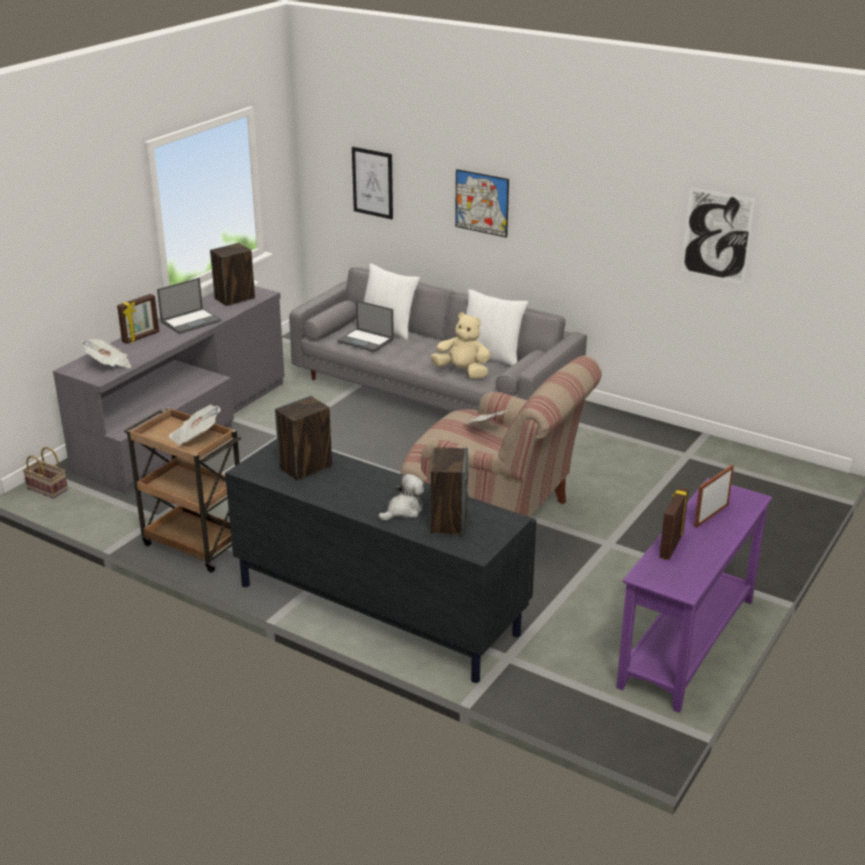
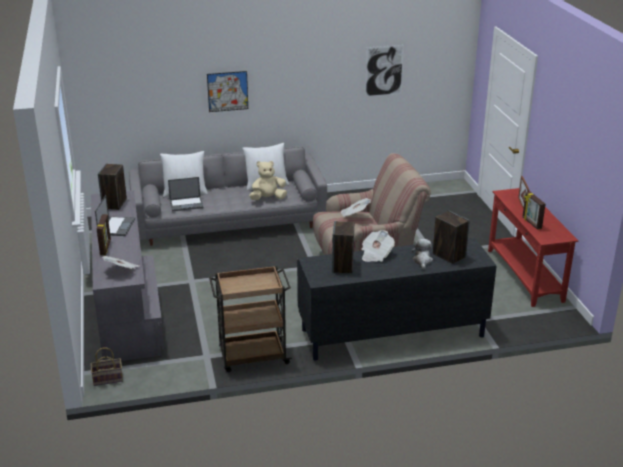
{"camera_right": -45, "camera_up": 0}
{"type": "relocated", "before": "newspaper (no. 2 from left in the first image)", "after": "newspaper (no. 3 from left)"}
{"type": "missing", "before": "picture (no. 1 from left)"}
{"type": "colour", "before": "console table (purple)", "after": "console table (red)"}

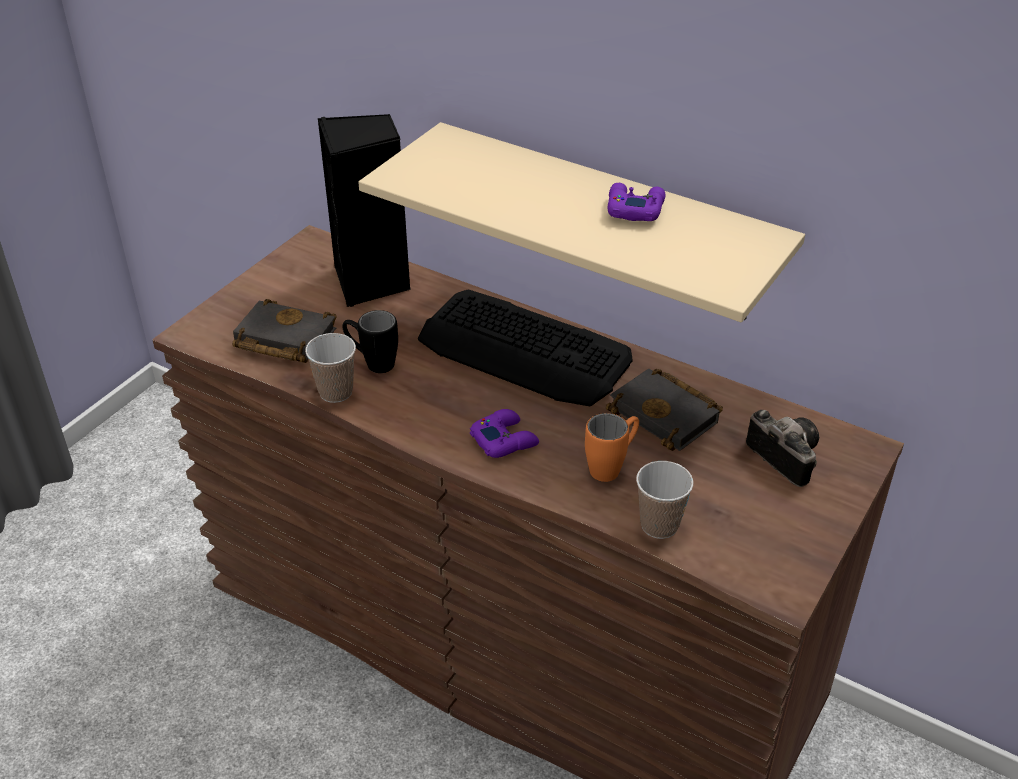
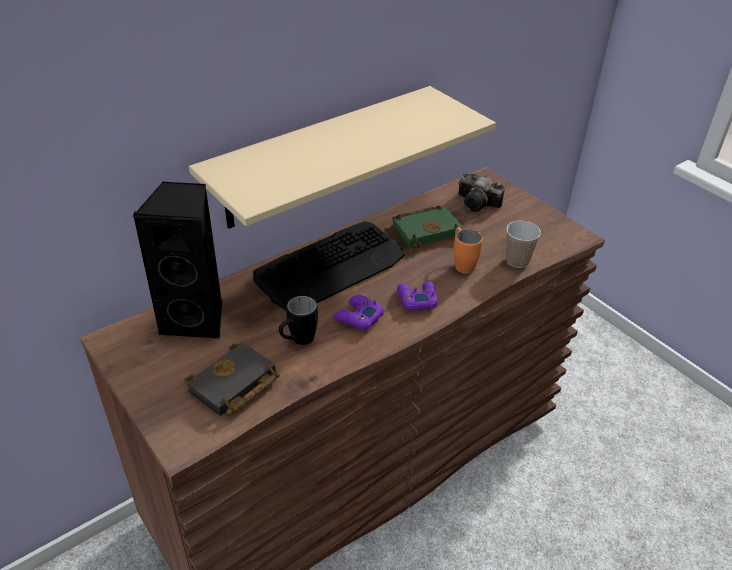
{"camera_right": -70, "camera_up": 0}
{"type": "missing", "before": "cup (no. 1 from left)"}
{"type": "colour", "before": "book (black) (no. 2 from left)", "after": "book (green)"}
{"type": "relocated", "before": "game controller (purple) (no. 2 from left in the first image)", "after": "game controller (purple) (no. 1 from left)"}
{"type": "spun", "before": "photo camera", "turn": -135}

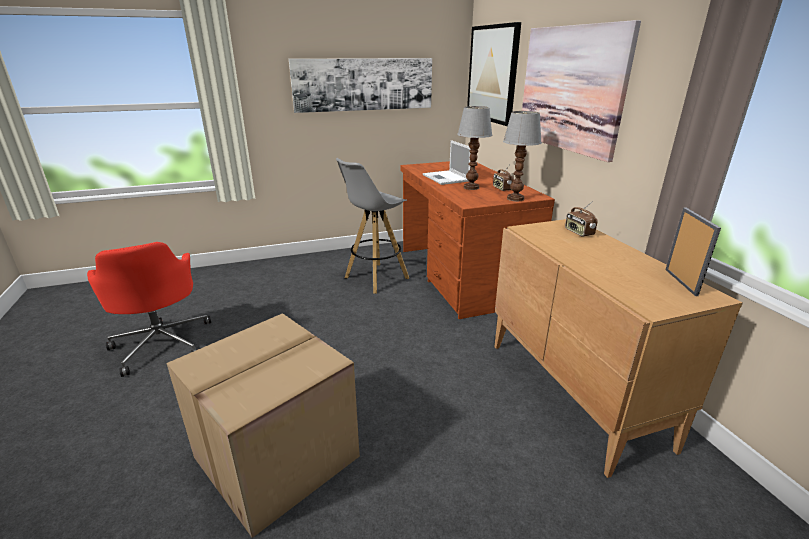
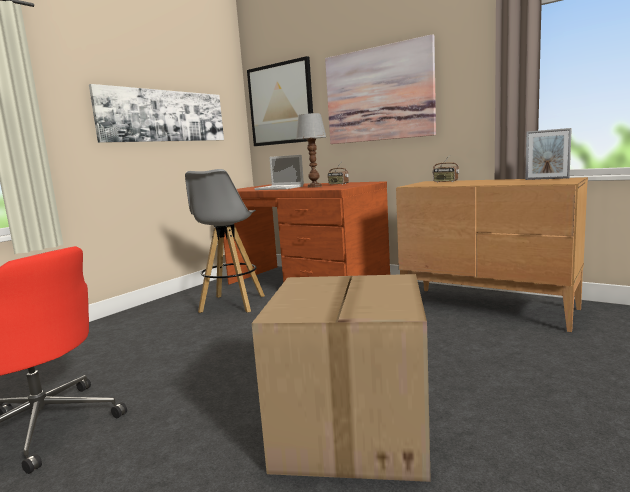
{"camera_right": -35, "camera_up": -15}
{"type": "missing", "before": "table lamp (no. 2 from left)"}
{"type": "spun", "before": "picture frame", "turn": 150}

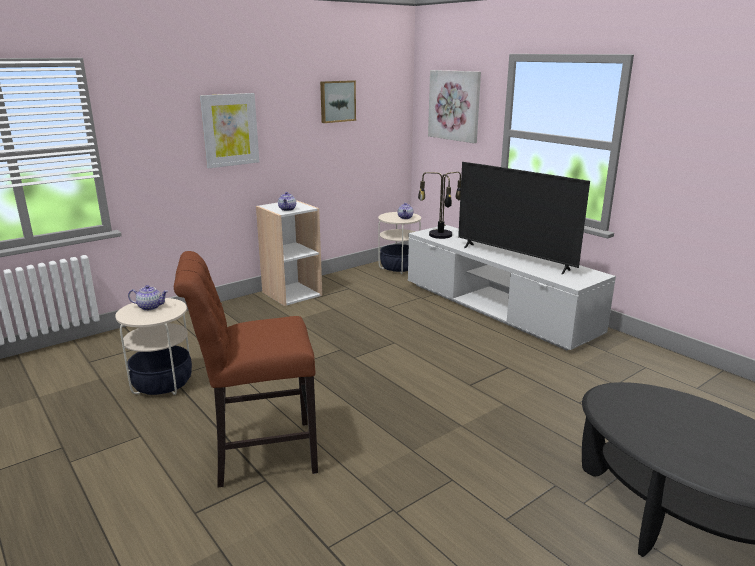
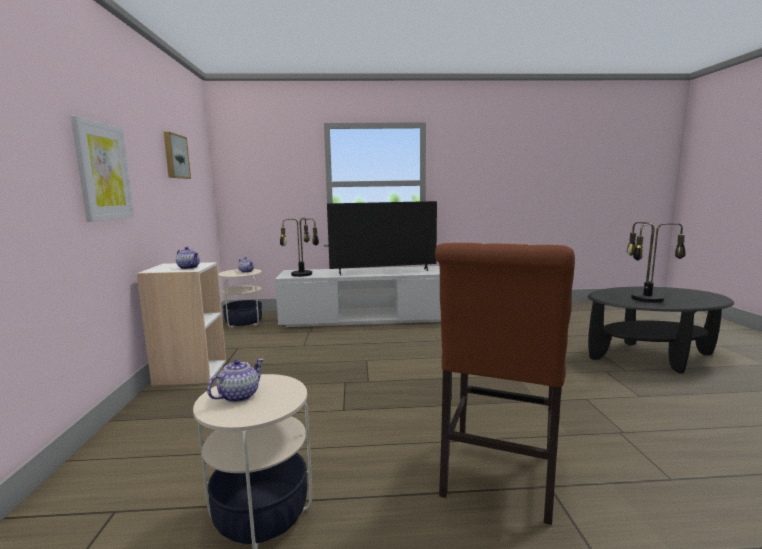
{"camera_right": -55, "camera_up": -10}
{"type": "missing", "before": "picture (no. 3 from left)"}
{"type": "appeared", "after": "table lamp (no. 2 from left)"}

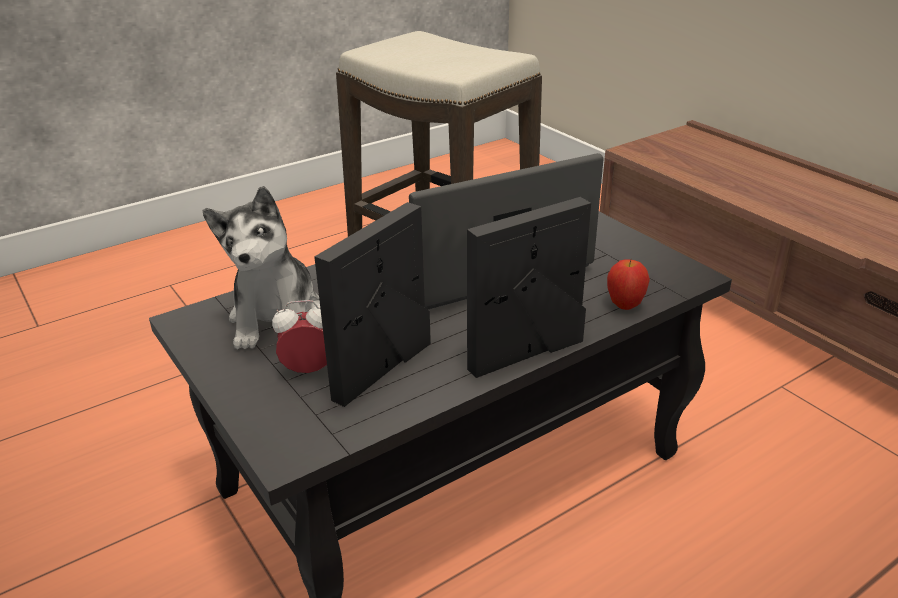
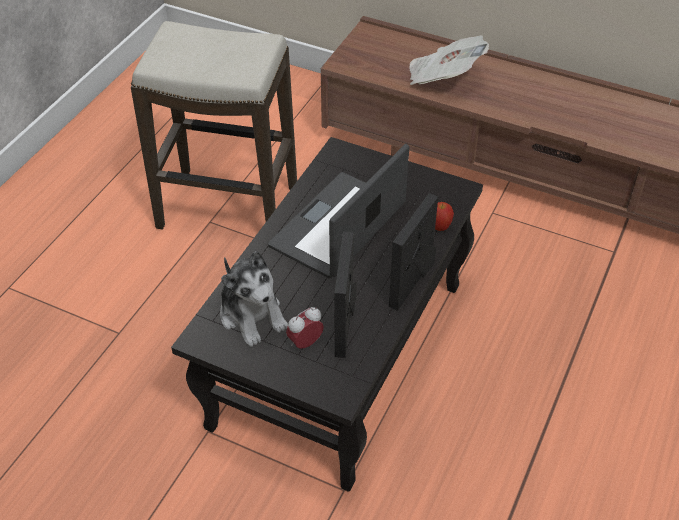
{"camera_right": -30, "camera_up": 15}
{"type": "appeared", "after": "newspaper"}

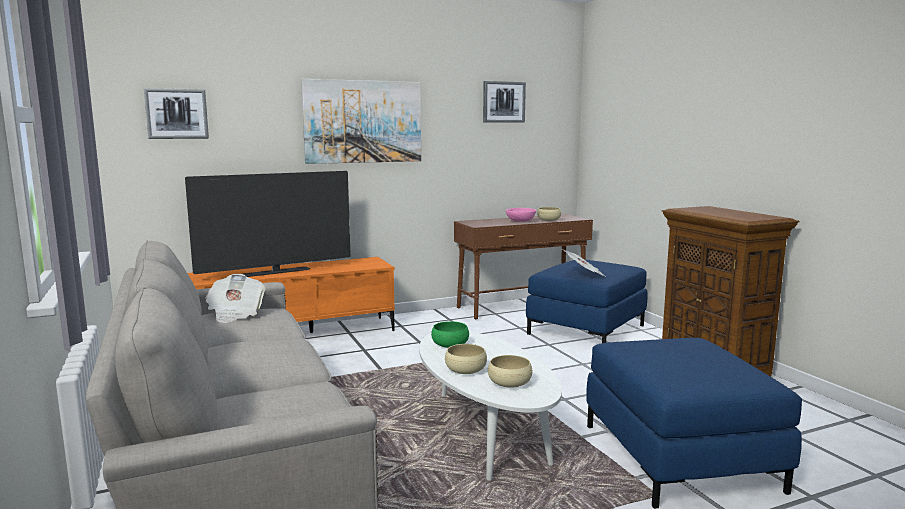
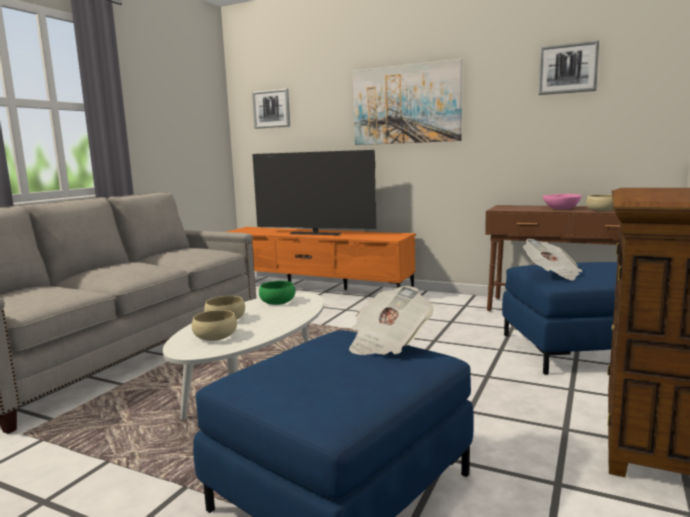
{"camera_right": 50, "camera_up": 0}
{"type": "relocated", "before": "newspaper (no. 1 from left)"}

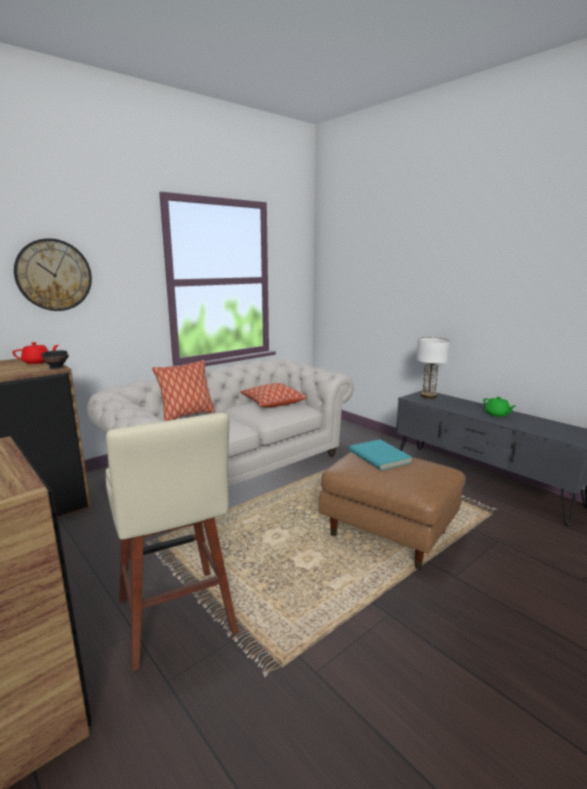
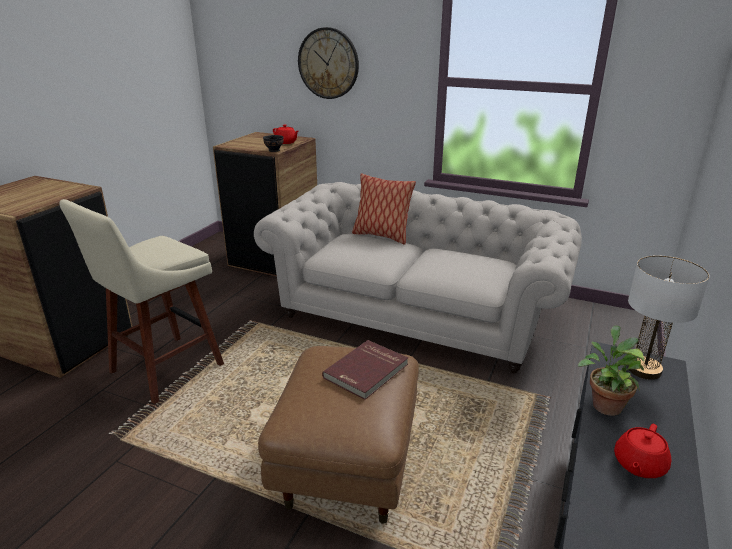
{"camera_right": 65, "camera_up": 10}
{"type": "missing", "before": "pillow (no. 2 from left)"}
{"type": "colour", "before": "book (turquoise)", "after": "book (red)"}
{"type": "colour", "before": "teapot (green)", "after": "teapot (red) (no. 2 from left)"}
{"type": "appeared", "after": "potted plant"}

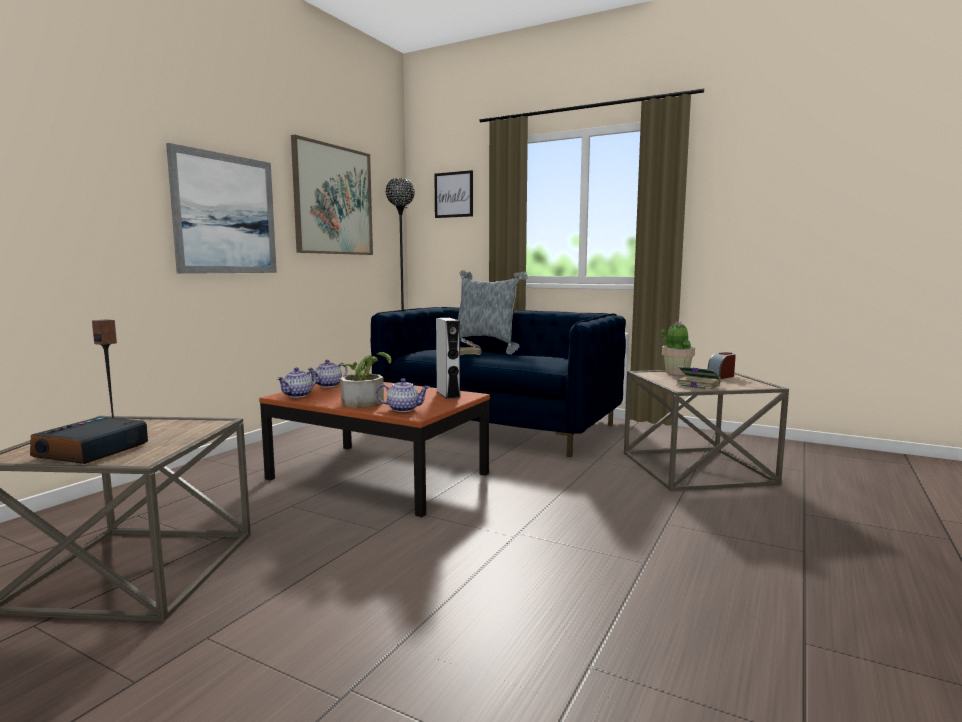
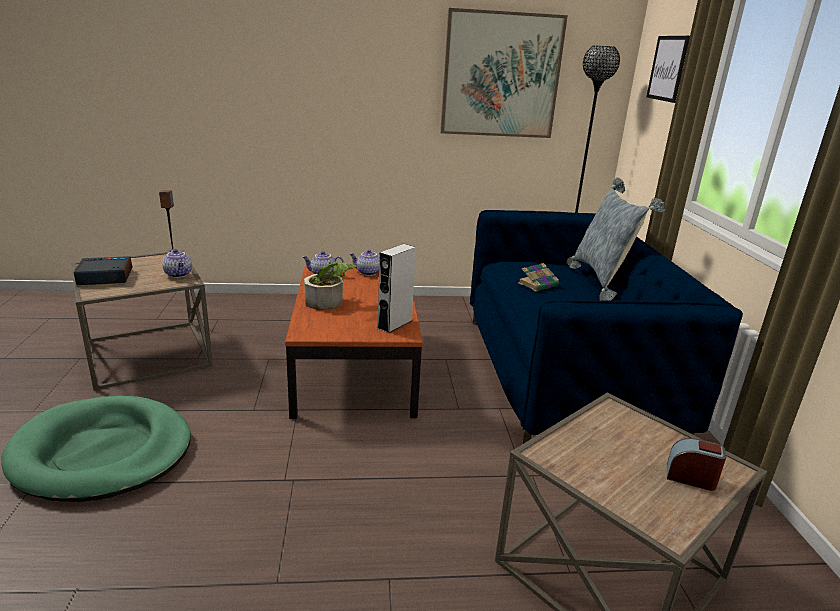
{"camera_right": 55, "camera_up": 15}
{"type": "missing", "before": "picture (no. 1 from left)"}
{"type": "relocated", "before": "teapot (no. 3 from left in the first image)", "after": "teapot (no. 1 from left)"}
{"type": "missing", "before": "potted plant (no. 2 from left)"}
{"type": "missing", "before": "book (no. 2 from left)"}
{"type": "appeared", "after": "dog bed (green)"}

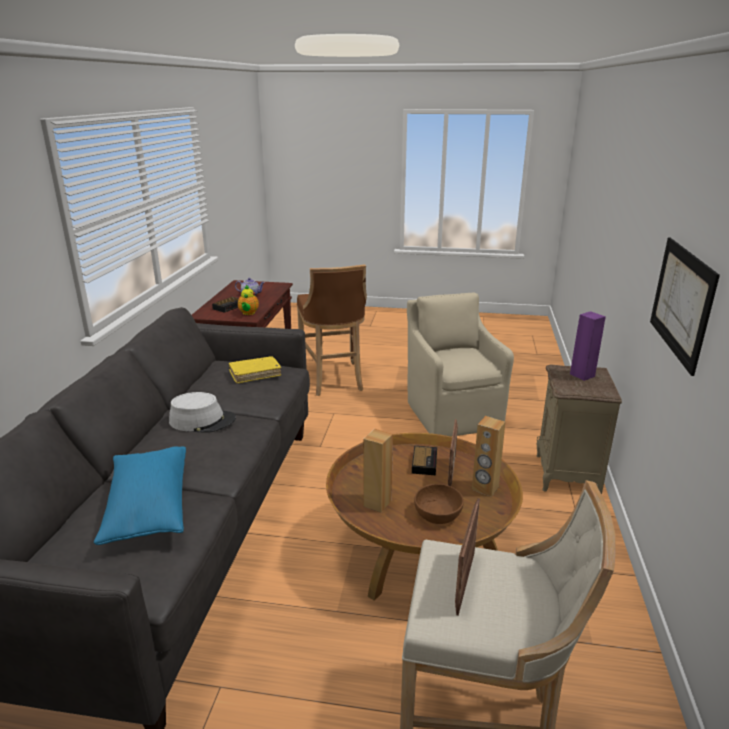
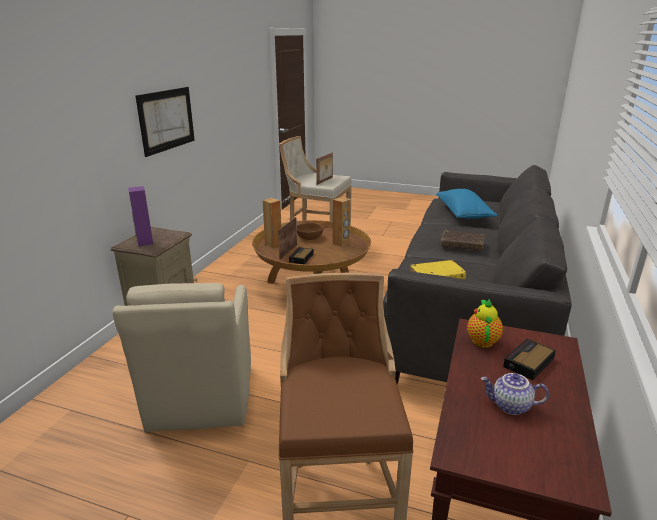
{"camera_right": -170, "camera_up": 0}
{"type": "exchanged", "before": "hat (grey)", "after": "book (brown)"}

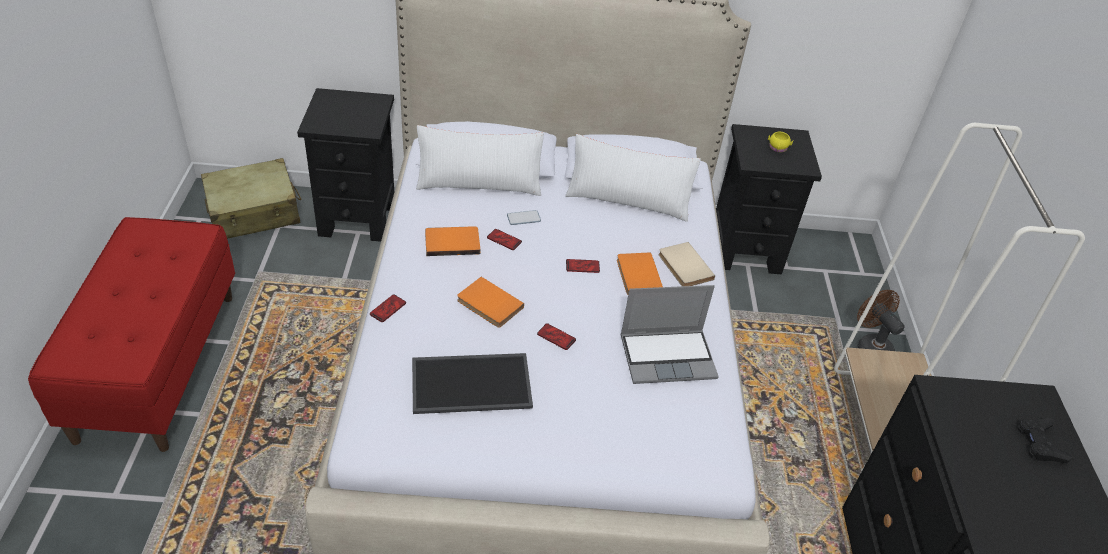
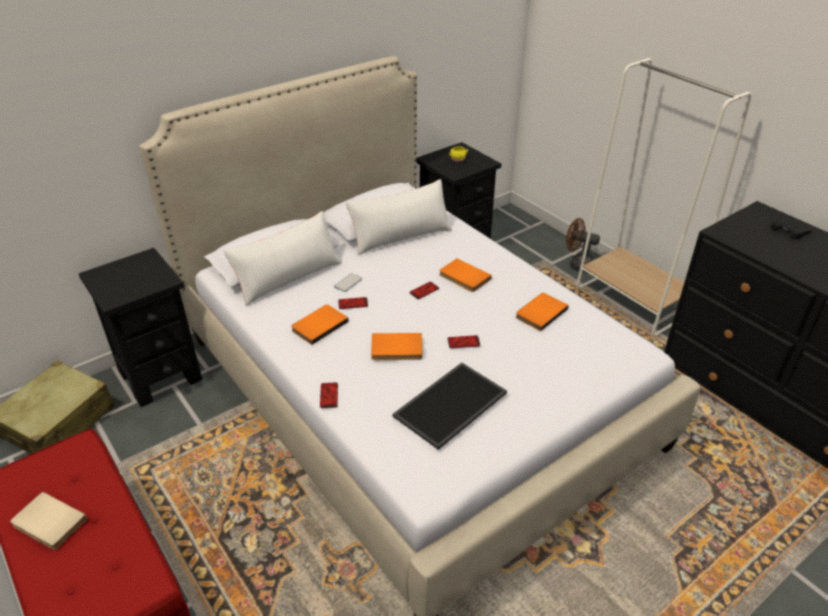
{"camera_right": -35, "camera_up": -5}
{"type": "exchanged", "before": "laptop", "after": "book (orange) (no. 4 from left)"}
{"type": "relocated", "before": "book (beige)"}

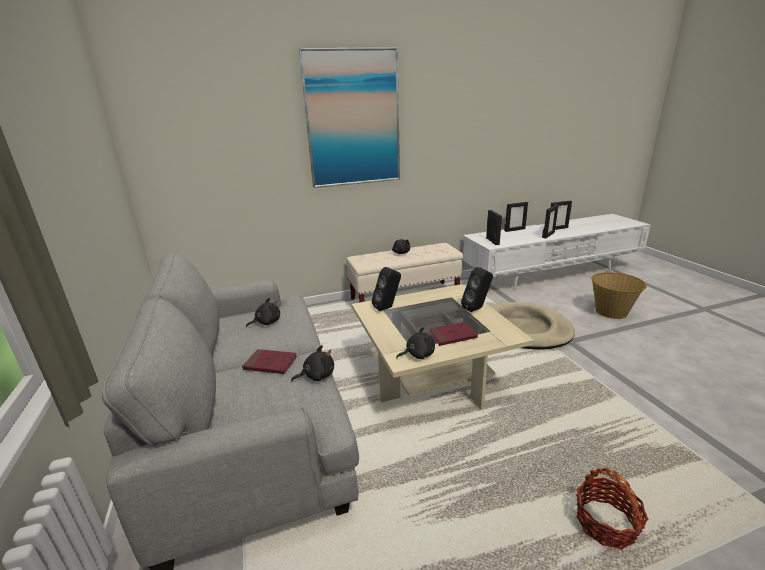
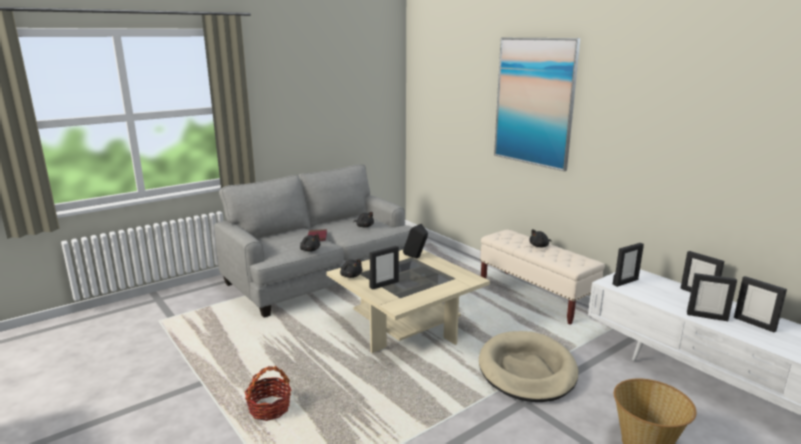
{"camera_right": 70, "camera_up": -5}
{"type": "exchanged", "before": "book (red) (no. 2 from left)", "after": "picture frame (no. 1 from left)"}
{"type": "missing", "before": "speaker (black) (no. 2 from left)"}

